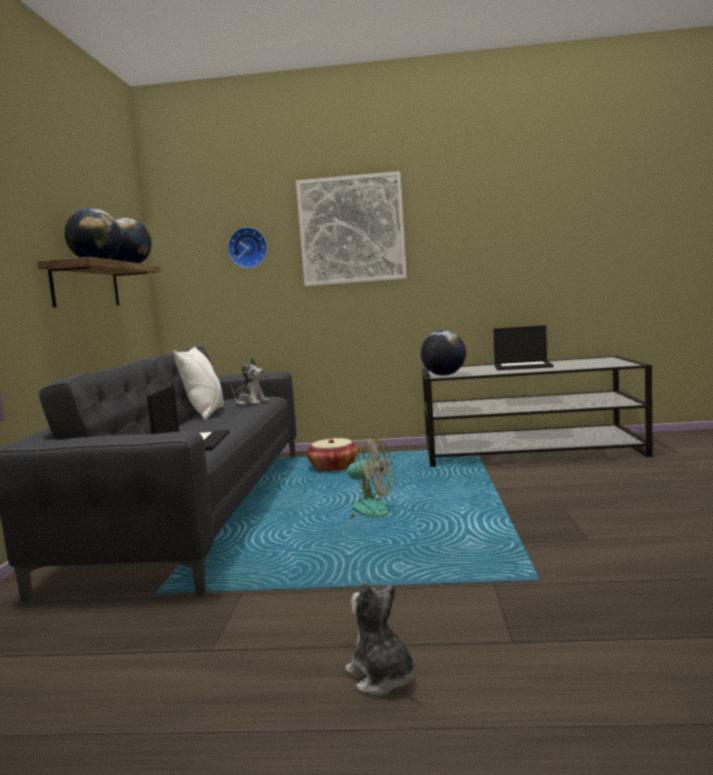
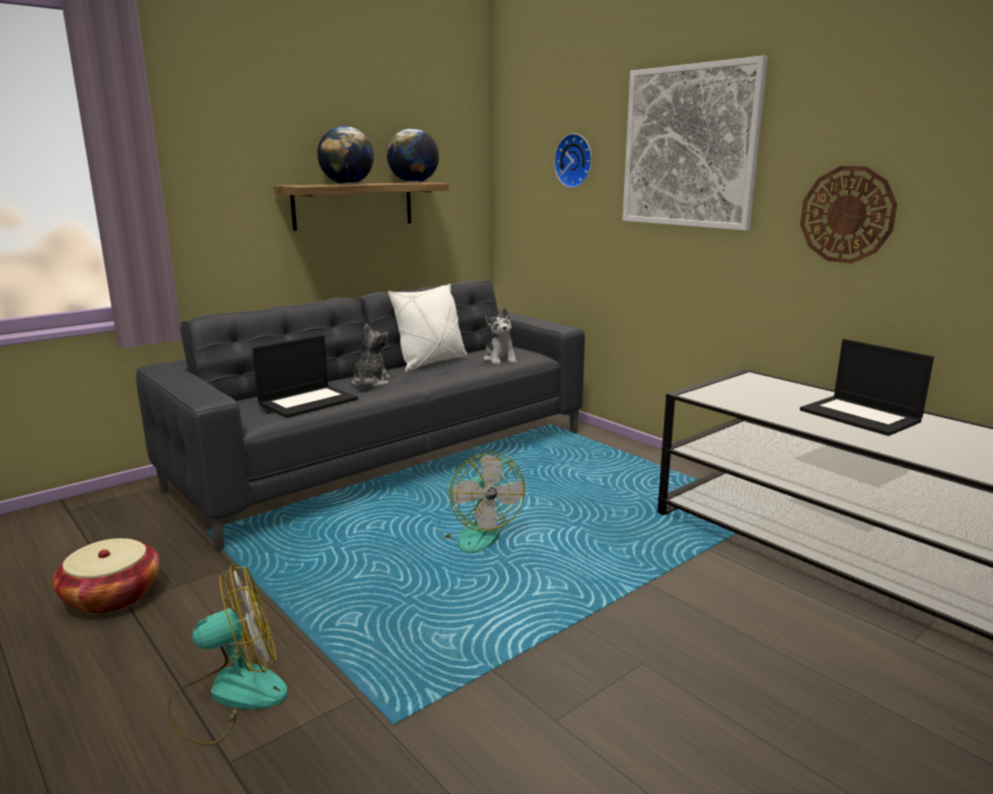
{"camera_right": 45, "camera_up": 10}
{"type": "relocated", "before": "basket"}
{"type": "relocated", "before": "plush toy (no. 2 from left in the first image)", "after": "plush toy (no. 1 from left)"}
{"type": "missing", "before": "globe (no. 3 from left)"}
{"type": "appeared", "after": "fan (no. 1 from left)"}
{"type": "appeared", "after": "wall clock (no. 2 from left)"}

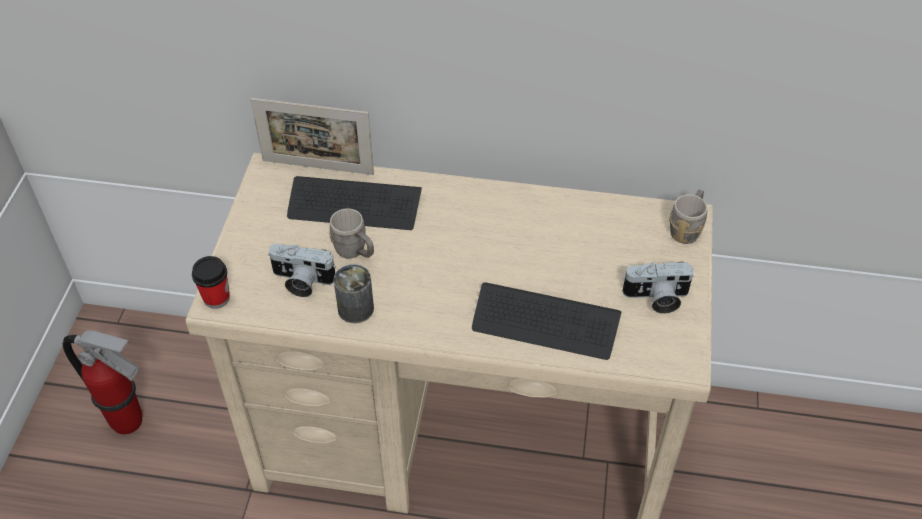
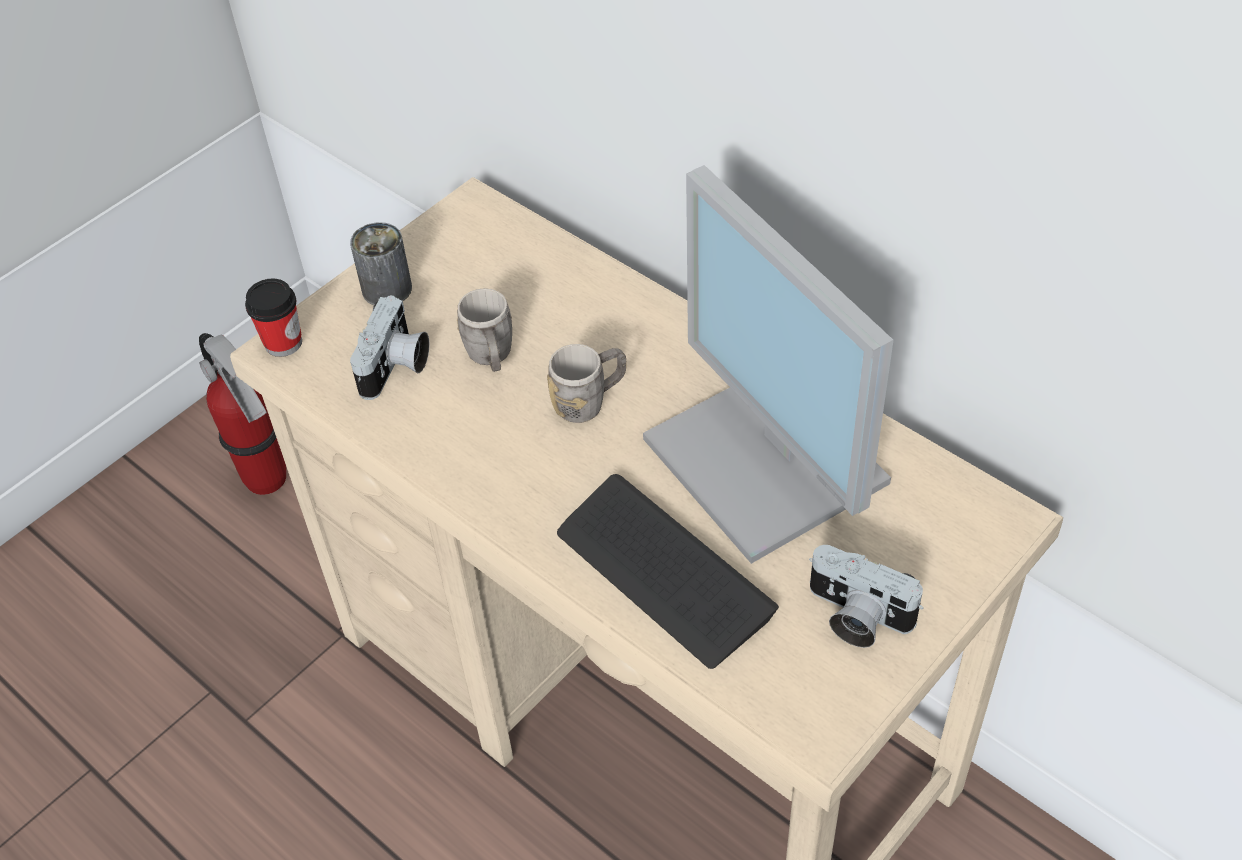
{"camera_right": 35, "camera_up": 0}
{"type": "missing", "before": "picture frame"}
{"type": "spun", "before": "photo camera (no. 1 from left)", "turn": -120}
{"type": "missing", "before": "keyboard (no. 1 from left)"}
{"type": "relocated", "before": "can"}
{"type": "relocated", "before": "mug (grey) (no. 2 from left)"}
{"type": "appeared", "after": "monitor"}

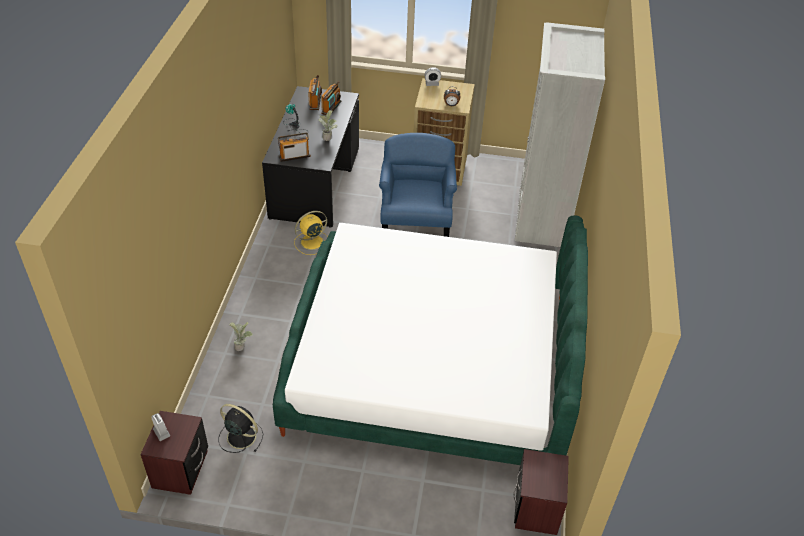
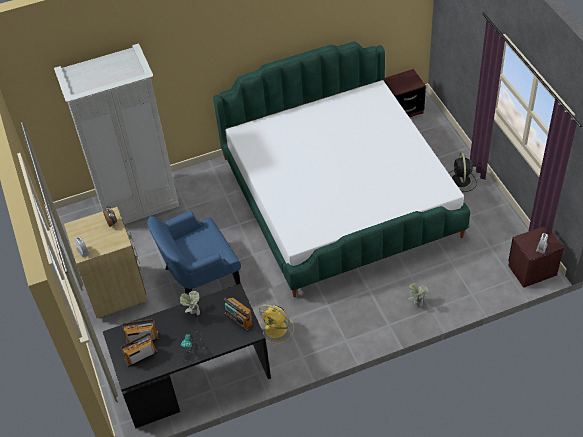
{"camera_right": -115, "camera_up": 5}
{"type": "relocated", "before": "fan (black)"}

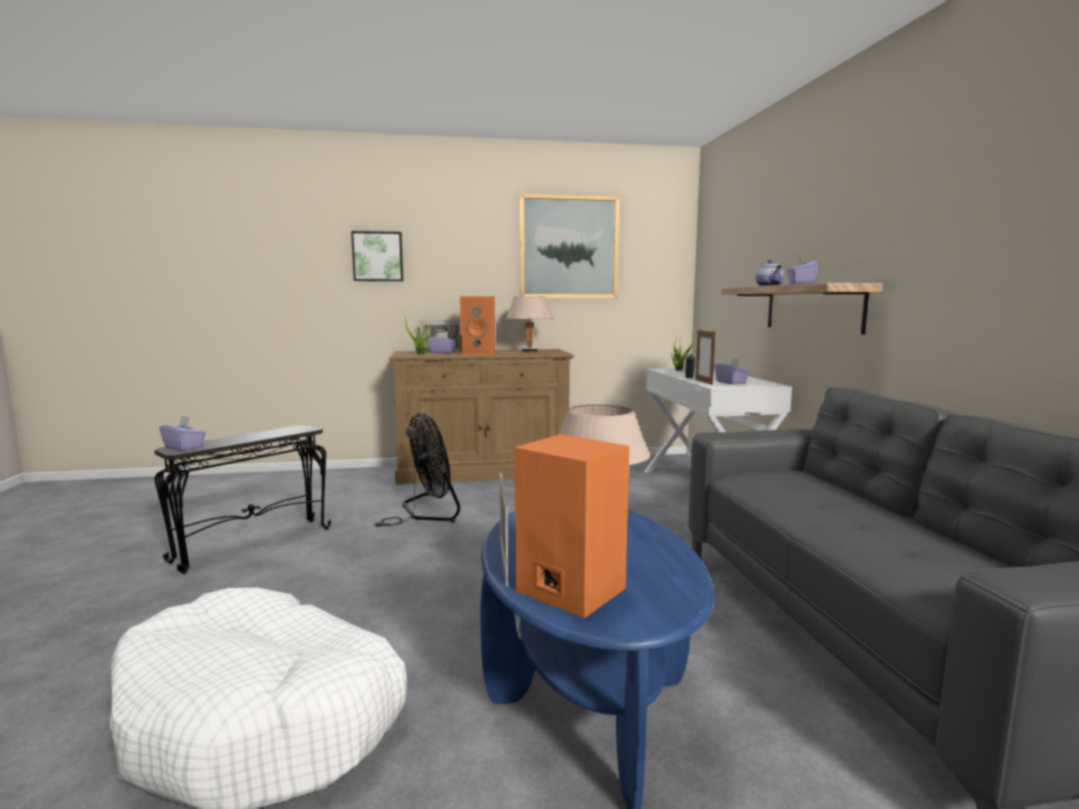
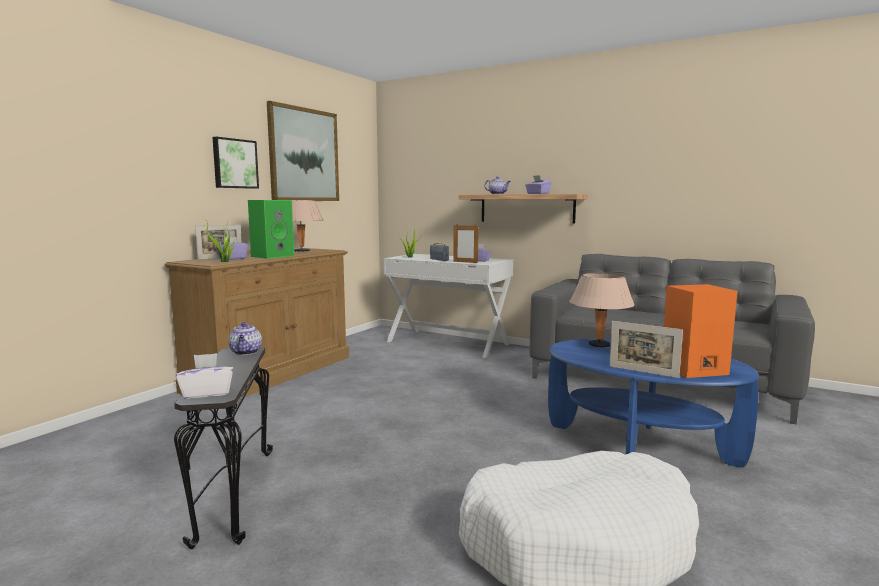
{"camera_right": -50, "camera_up": 0}
{"type": "colour", "before": "tissue box (purple) (no. 1 from left)", "after": "tissue box (white)"}
{"type": "relocated", "before": "picture (no. 1 from left)"}
{"type": "missing", "before": "fan (black)"}
{"type": "colour", "before": "speaker (orange) (no. 1 from left)", "after": "speaker (green)"}
{"type": "appeared", "after": "teapot (no. 1 from left)"}

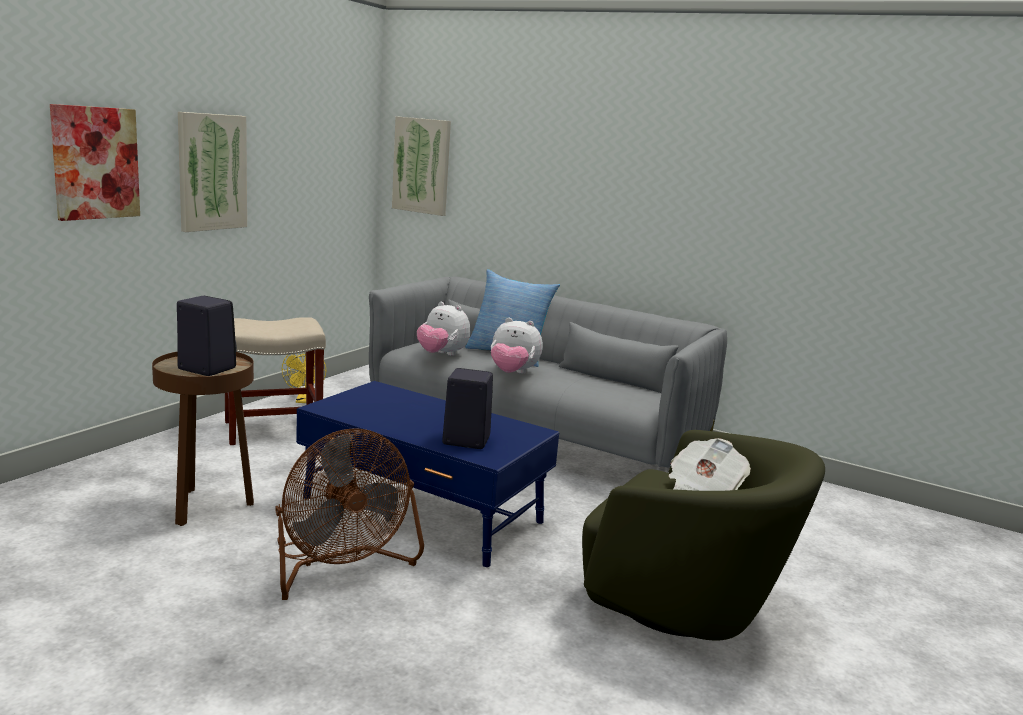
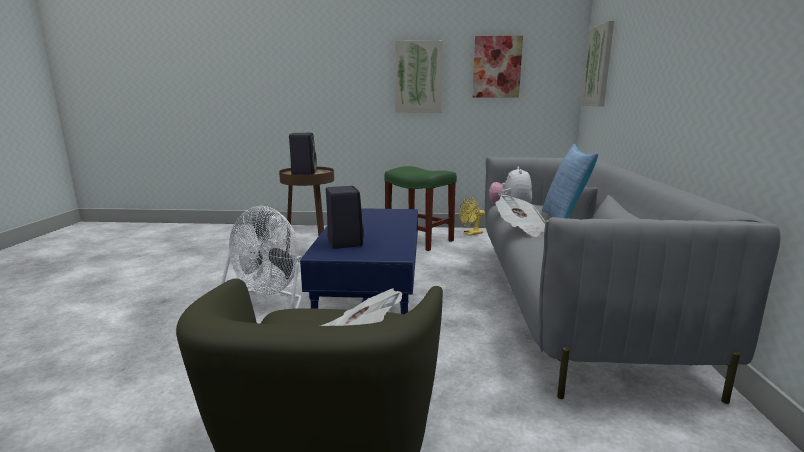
{"camera_right": 65, "camera_up": 0}
{"type": "relocated", "before": "picture (no. 1 from left in the first image)", "after": "picture (no. 2 from left)"}
{"type": "colour", "before": "stool (beige)", "after": "stool (green)"}
{"type": "colour", "before": "fan (brown)", "after": "fan (white)"}
{"type": "exchanged", "before": "plush toy (no. 2 from left)", "after": "newspaper (no. 2 from left)"}

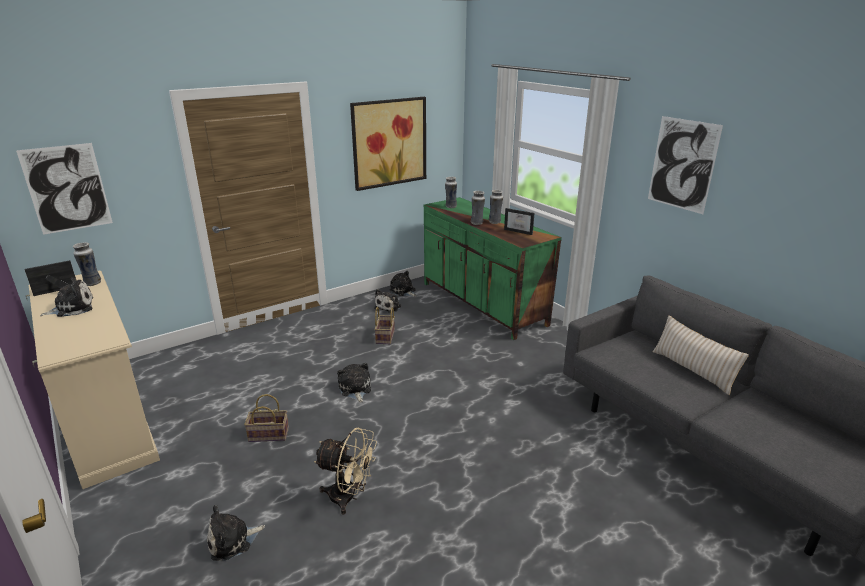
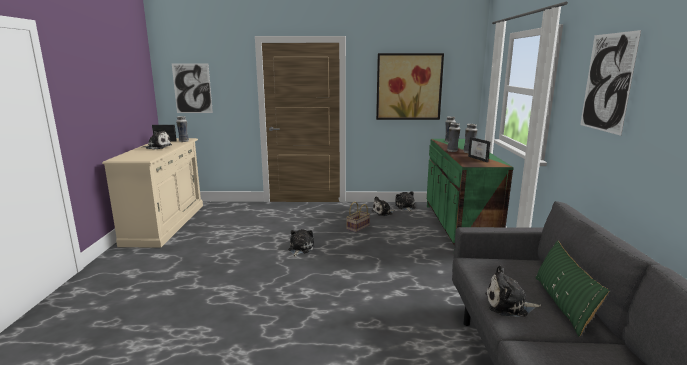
{"camera_right": 35, "camera_up": -10}
{"type": "relocated", "before": "plush toy (no. 2 from left in the first image)", "after": "plush toy (no. 5 from left)"}
{"type": "missing", "before": "basket (no. 1 from left)"}
{"type": "missing", "before": "fan (beige)"}
{"type": "colour", "before": "pillow (beige)", "after": "pillow (green)"}

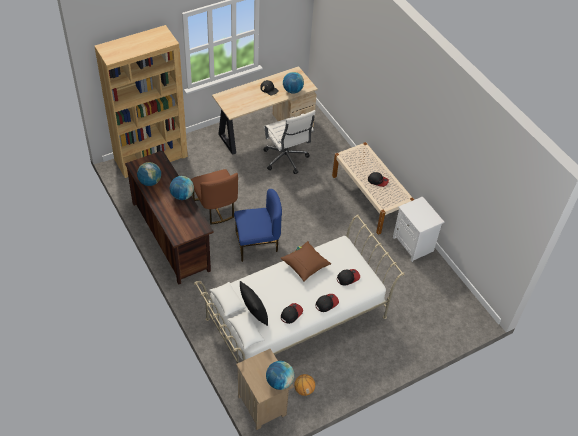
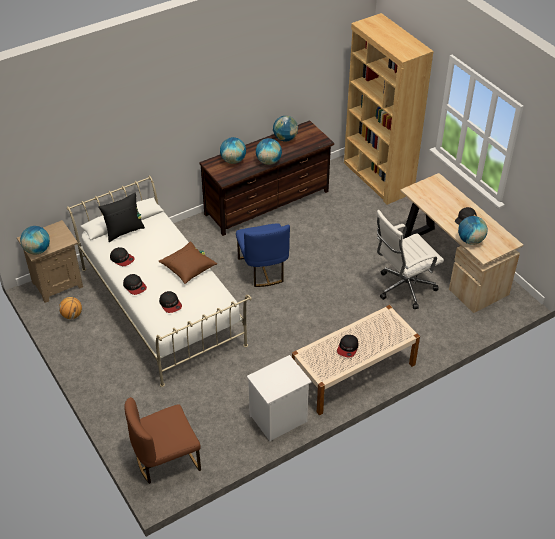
{"camera_right": 90, "camera_up": -5}
{"type": "relocated", "before": "chair (brown)"}
{"type": "appeared", "after": "globe (no. 2 from left)"}

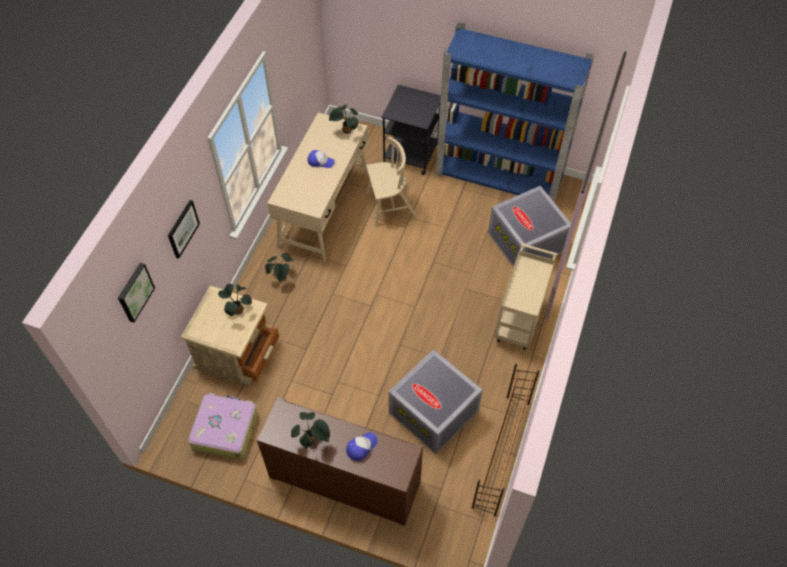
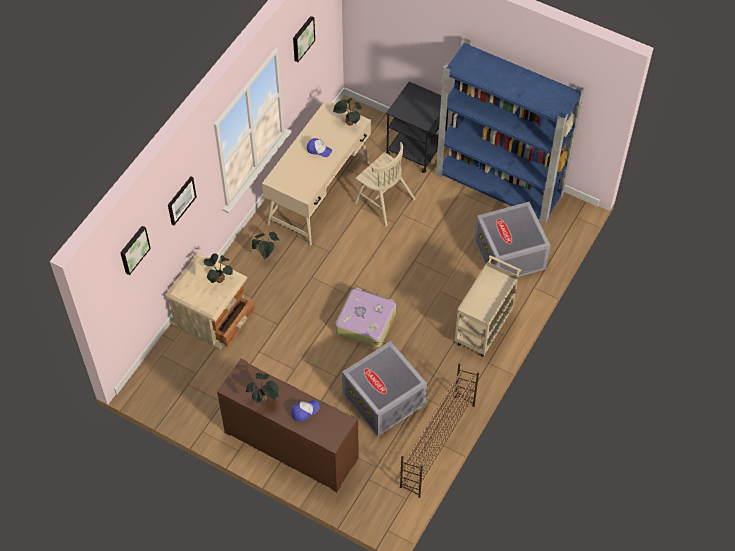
{"camera_right": 10, "camera_up": 0}
{"type": "relocated", "before": "suitcase"}
{"type": "spun", "before": "chair (beige)", "turn": 45}
{"type": "appeared", "after": "picture (no. 3 from left)"}

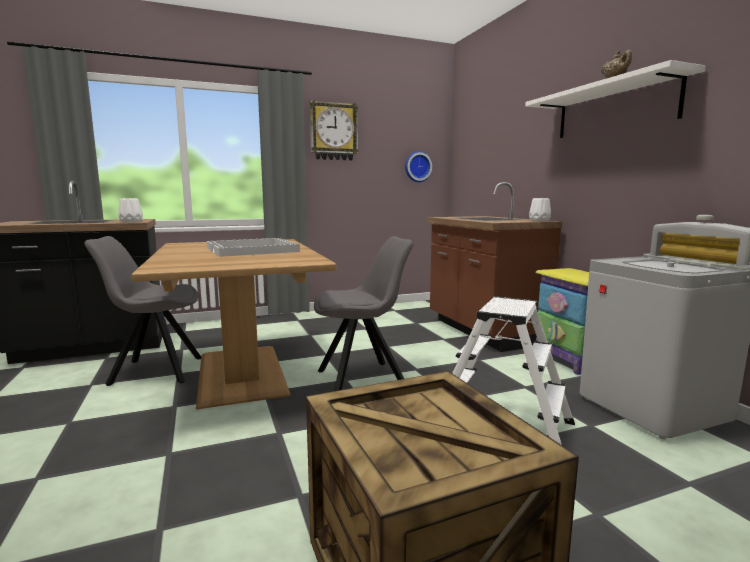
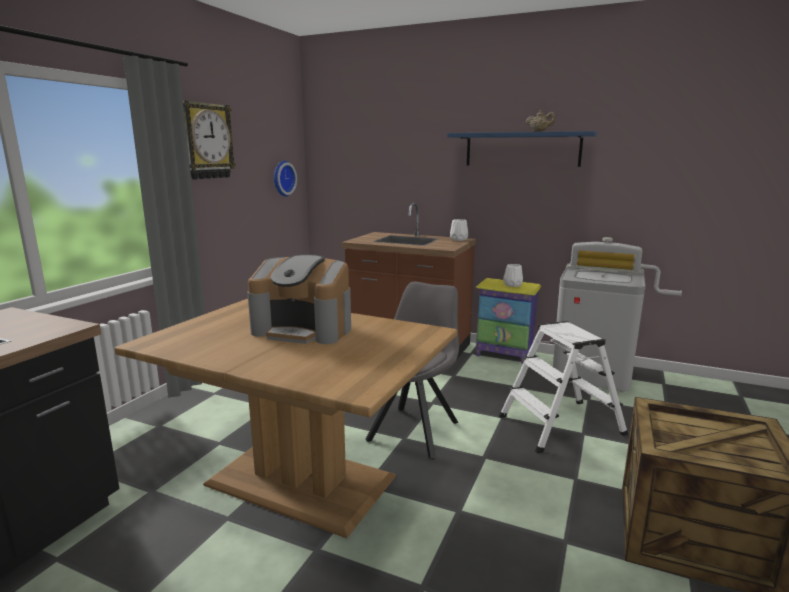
{"camera_right": -45, "camera_up": 5}
{"type": "missing", "before": "chair (grey) (no. 1 from left)"}
{"type": "relocated", "before": "vase (white) (no. 1 from left in the first image)", "after": "vase (white) (no. 2 from left)"}
{"type": "exchanged", "before": "tray (white)", "after": "coffee machine"}
{"type": "colour", "before": "shelf (white)", "after": "shelf (blue)"}

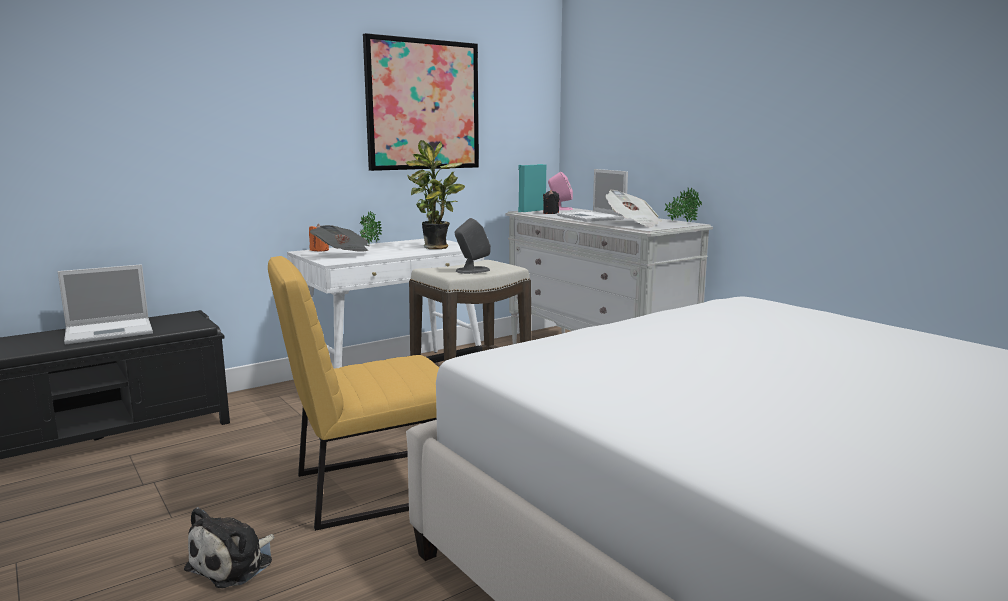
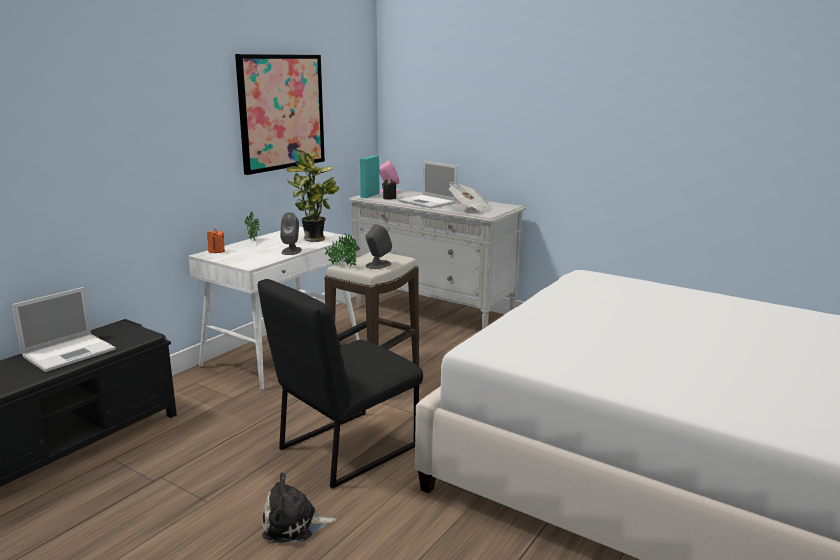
{"camera_right": -20, "camera_up": 5}
{"type": "spun", "before": "plush toy", "turn": 75}
{"type": "colour", "before": "chair (yellow)", "after": "chair (black)"}
{"type": "missing", "before": "newspaper (no. 1 from left)"}
{"type": "relocated", "before": "potted plant (no. 3 from left)"}
{"type": "appeared", "after": "speaker (grey) (no. 1 from left)"}

